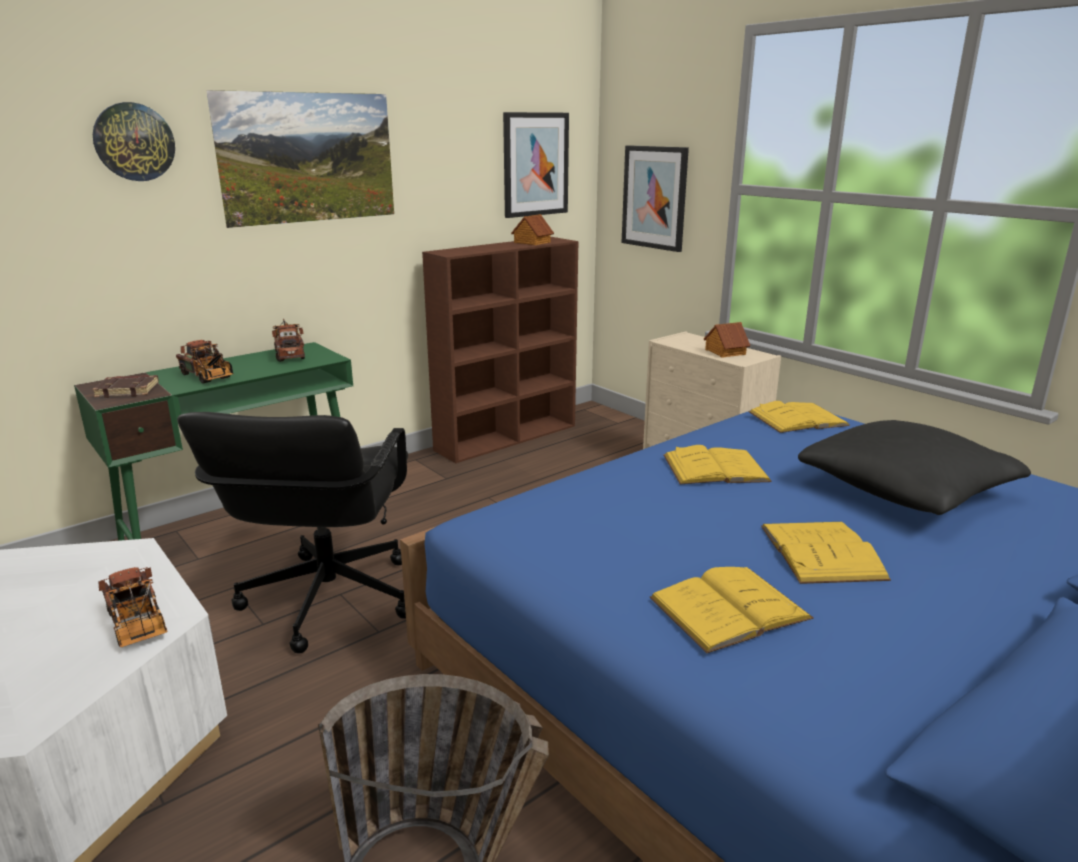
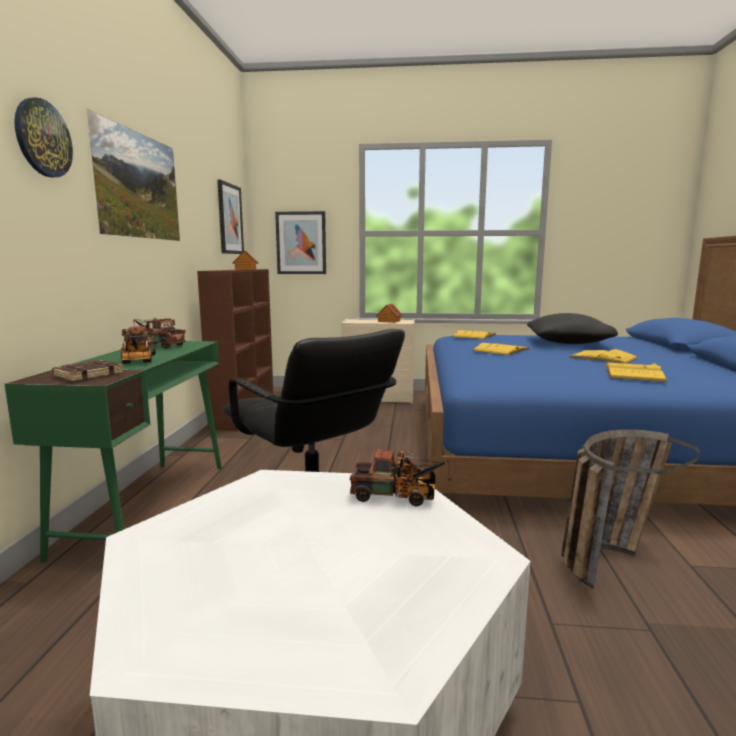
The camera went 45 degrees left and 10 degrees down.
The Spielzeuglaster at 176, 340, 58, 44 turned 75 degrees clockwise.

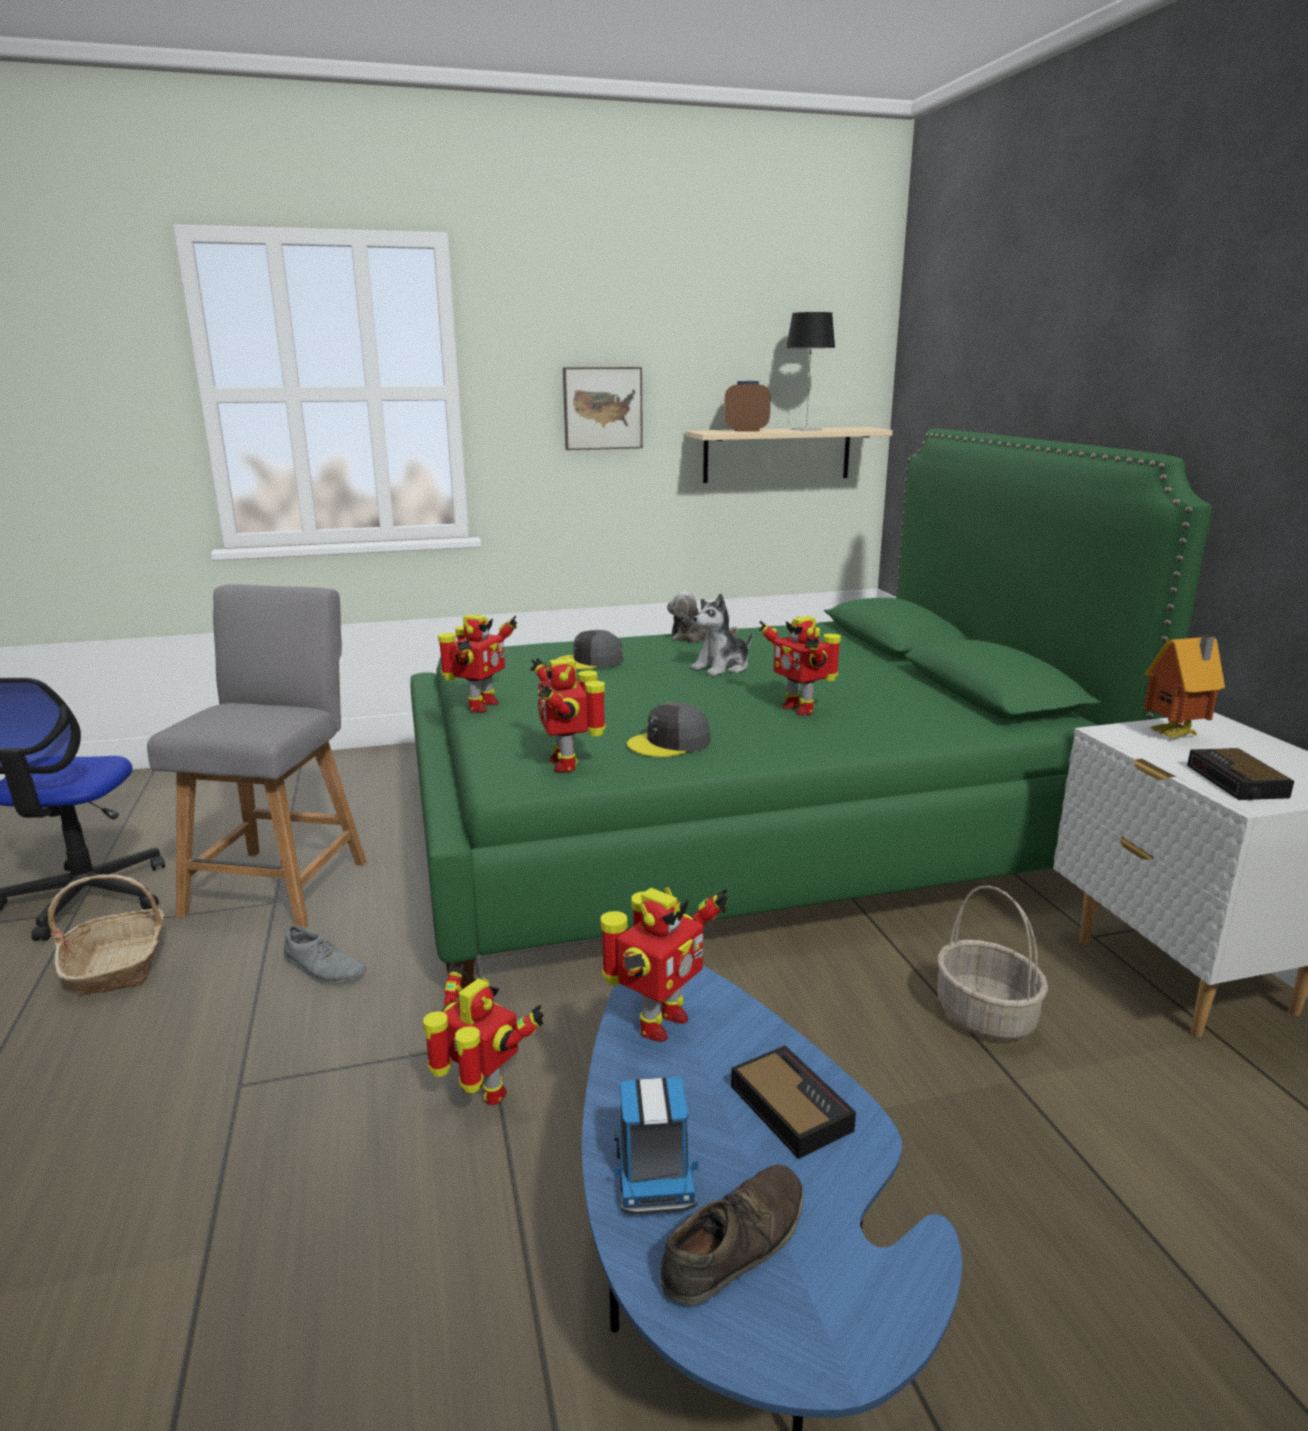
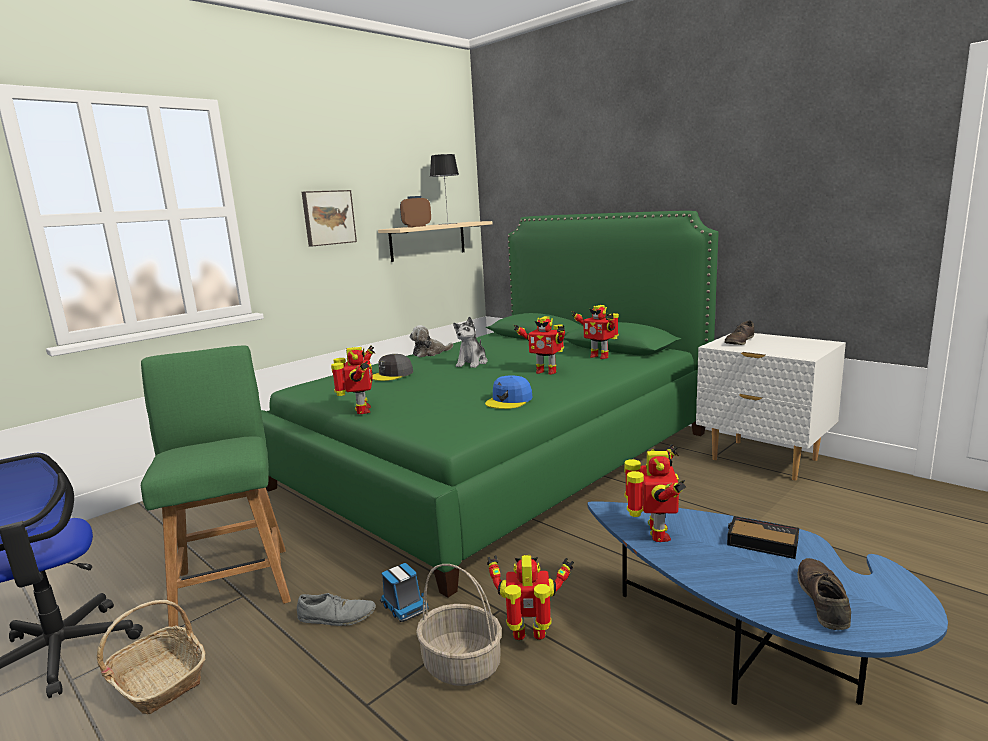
The camera went 30 degrees left and 5 degrees down.
The Stuhl [grau] at 147, 584, 220, 344 became the Stuhl [grün] at 141, 346, 150, 281.
The Spielzeugroboter moved from 530, 657, 76, 115 to 572, 305, 47, 54.
The Spielzeuglaster moved from 614, 1077, 84, 138 to 380, 563, 49, 59.
The Kappe [grau] at 627, 702, 84, 55 became the Kappe [blau] at 485, 375, 48, 34.
The Korb moved from 937, 886, 111, 155 to 416, 564, 86, 122.
The Spielzeughaus at 1144, 635, 81, 104 was replaced by the Schuh [braun] at 724, 321, 31, 24.
The Wecker at 1187, 748, 107, 52 disappeared.

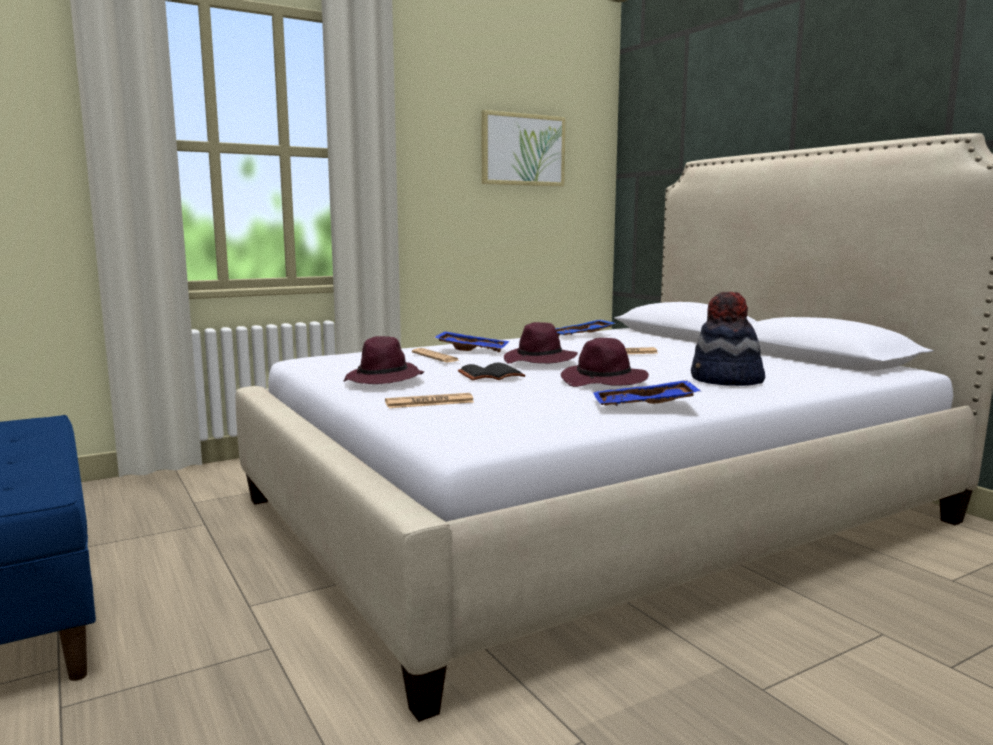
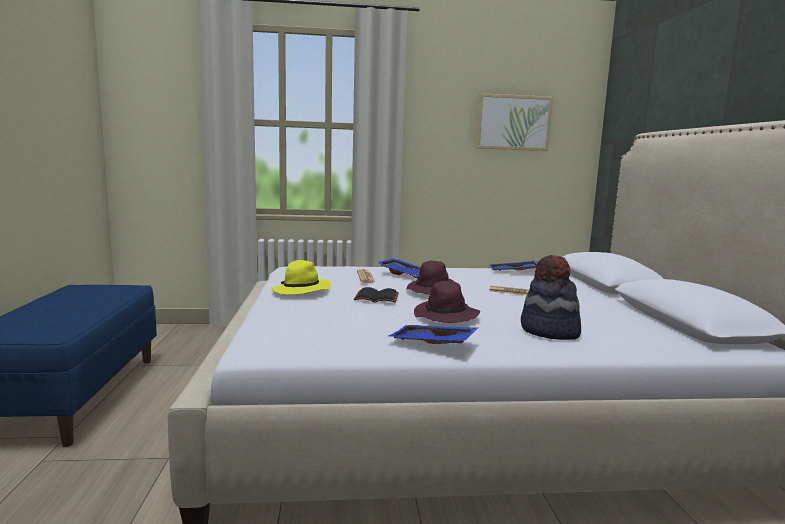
The camera went 25 degrees right and 0 degrees up.
The Hut [lila] at 344, 336, 80, 48 became the Hut [gelb] at 271, 260, 60, 35.
The Zeitung at 385, 393, 89, 15 disappeared.

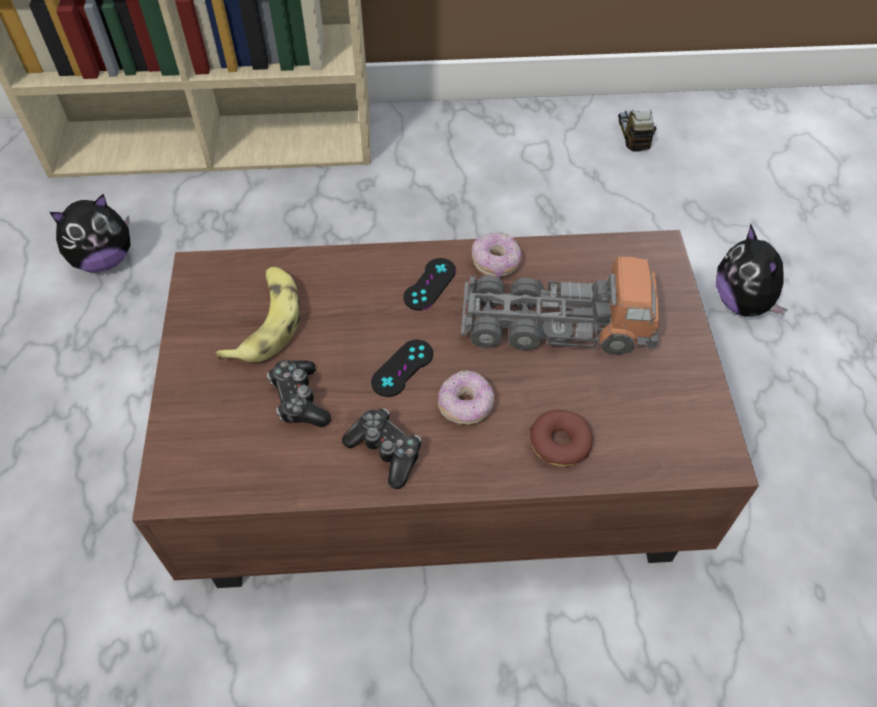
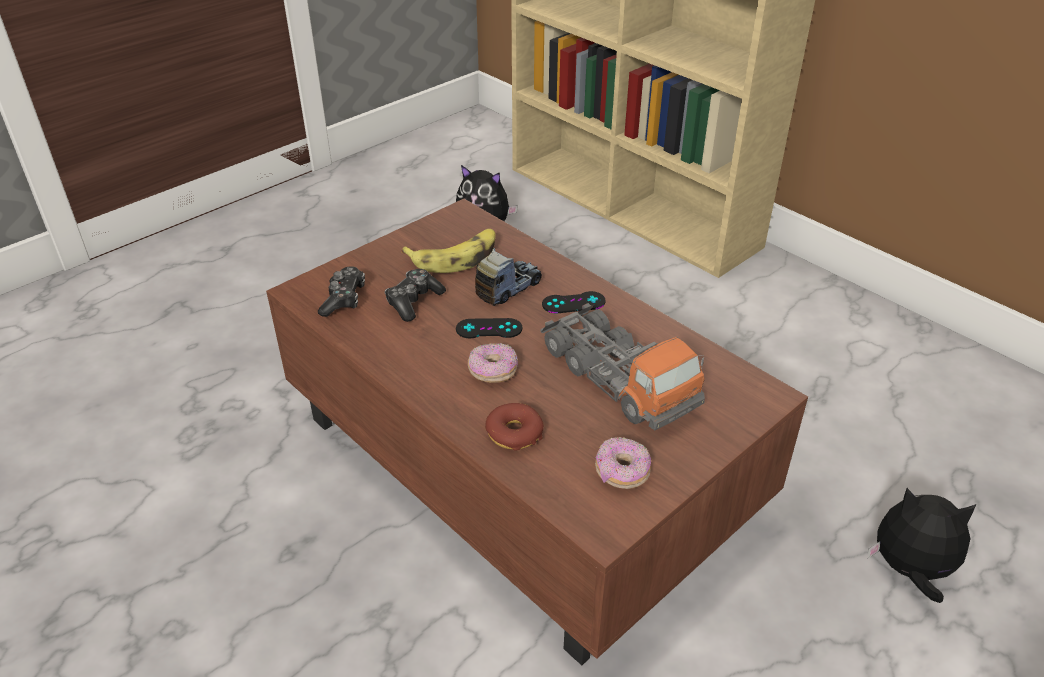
The camera went 50 degrees right and 15 degrees down.
The Gamepad moved from 342, 408, 80, 81 to 318, 266, 47, 51.
The Donut moved from 471, 232, 51, 46 to 595, 437, 56, 52.
The Spielzeuglaster moved from 618, 109, 38, 43 to 475, 248, 67, 58.
The Plüschtier at 716, 224, 72, 92 turned 75 degrees clockwise.

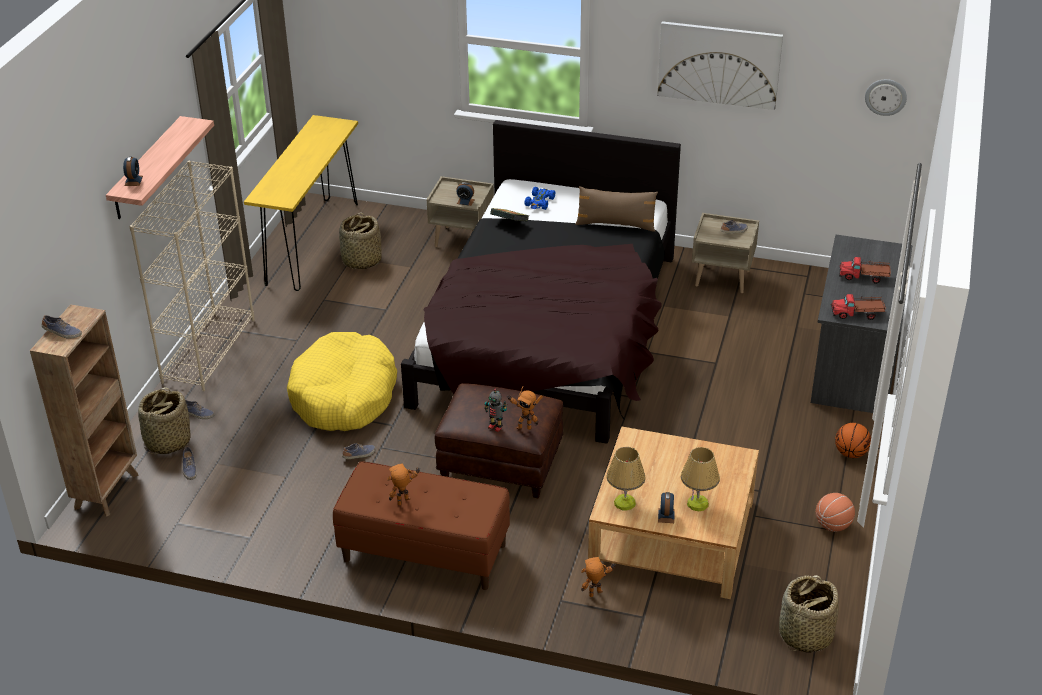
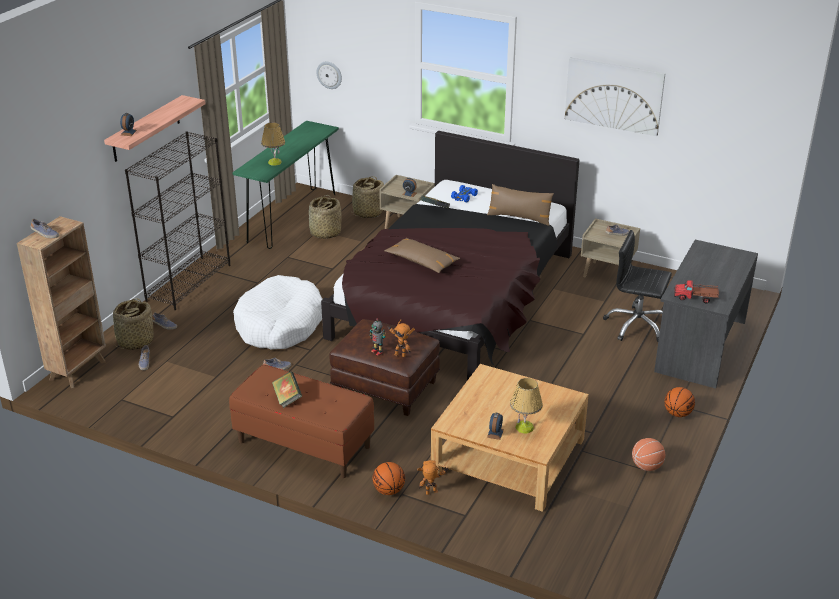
The camera went 10 degrees right and 5 degrees down.
The Bücherregal [beige] at 129, 161, 126, 230 became the Bücherregal [schwarz] at 125, 131, 105, 179.
The Konsolentisch [gelb] at 244, 115, 114, 176 became the Konsolentisch [grün] at 233, 121, 106, 128.
The Hundebett [gelb] at 287, 332, 110, 99 became the Hundebett [weiß] at 233, 275, 90, 74.
The Spielzeugroboter at 388, 464, 32, 41 was replaced by the Buch at 272, 371, 30, 37.
The Tischlampe moved from 607, 447, 38, 64 to 261, 123, 24, 43.
The Korb moved from 779, 575, 60, 78 to 352, 176, 32, 42.
The Spielzeuglaster at 839, 257, 52, 27 disappeared.
The Wanduhr moved from 865, 79, 42, 37 to 316, 62, 26, 27.
The Basketball at 373, 462, 32, 33 appeared.
The Kissen [braun] at 384, 238, 76, 35 appeared.
The Bürostuhl [schwarz] at 603, 230, 69, 112 appeared.

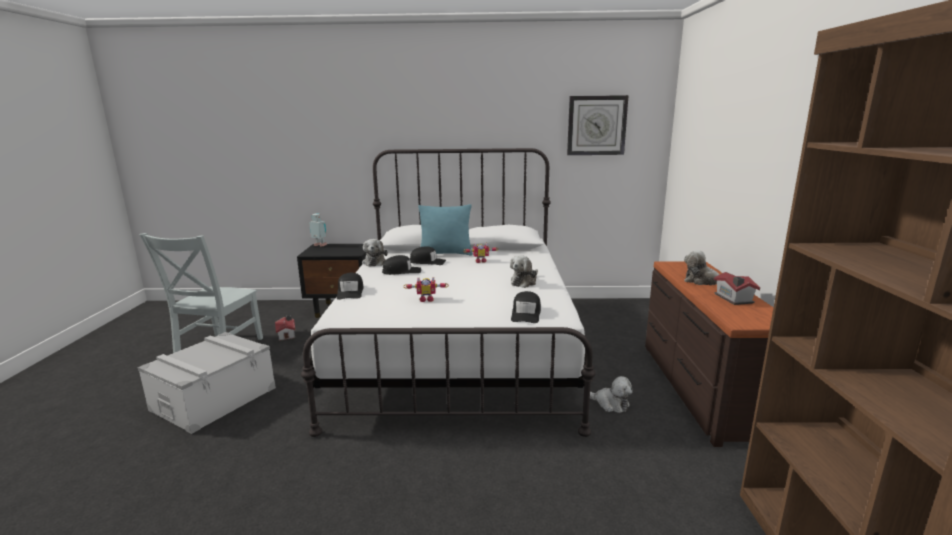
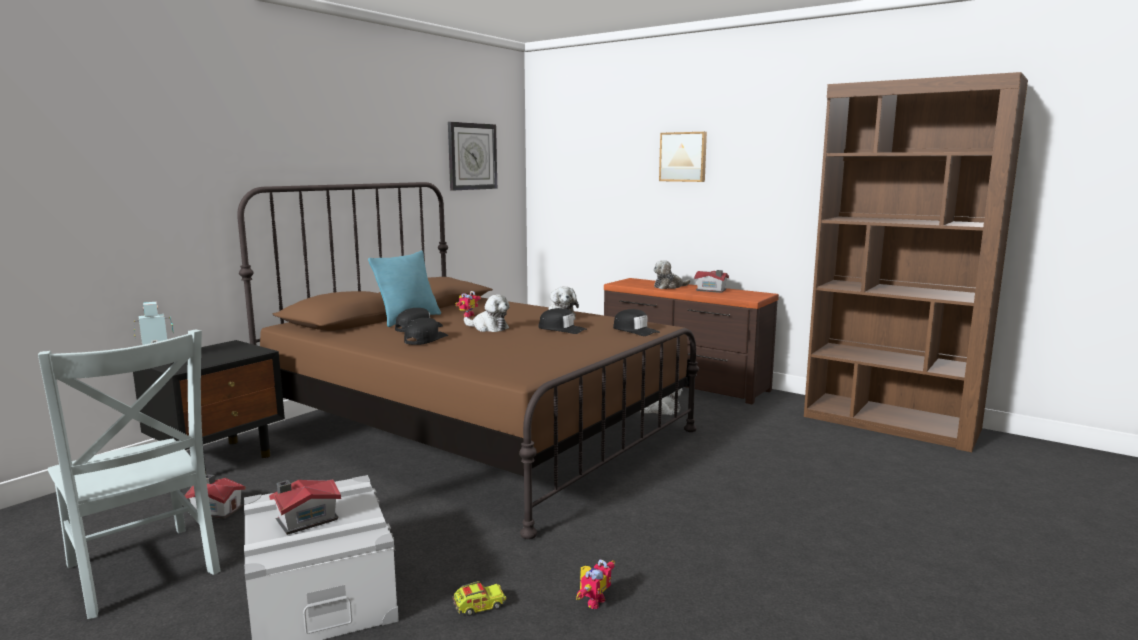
The camera went 55 degrees left and 5 degrees down.
The Bett [weiß] at 301, 148, 294, 289 became the Bett [braun] at 237, 182, 462, 357.
The Kappe [schwarz] moved from 336, 273, 28, 27 to 539, 308, 48, 26.
The Plüschtier moved from 362, 239, 26, 27 to 464, 294, 46, 38.
The Spielzeugroboter moved from 404, 277, 45, 25 to 576, 560, 39, 49.
The Spielzeughaus at 269, 479, 72, 56 appeared.
The Spielzeuglaster at 452, 581, 55, 35 appeared.
The Bild at 659, 132, 48, 50 appeared.

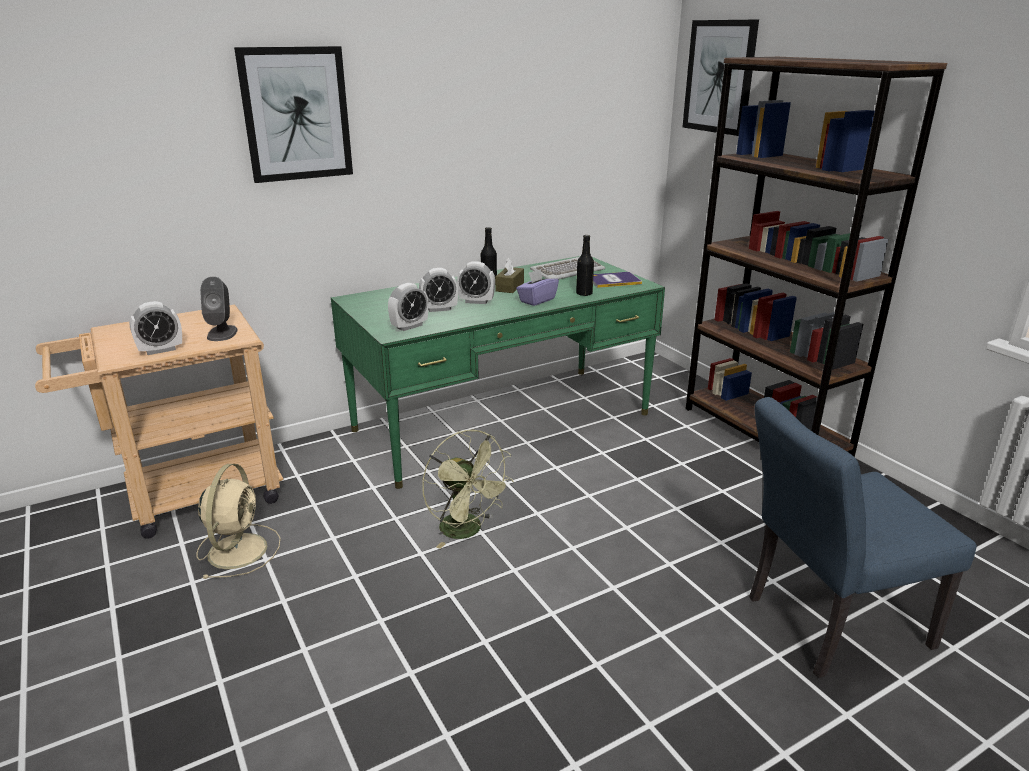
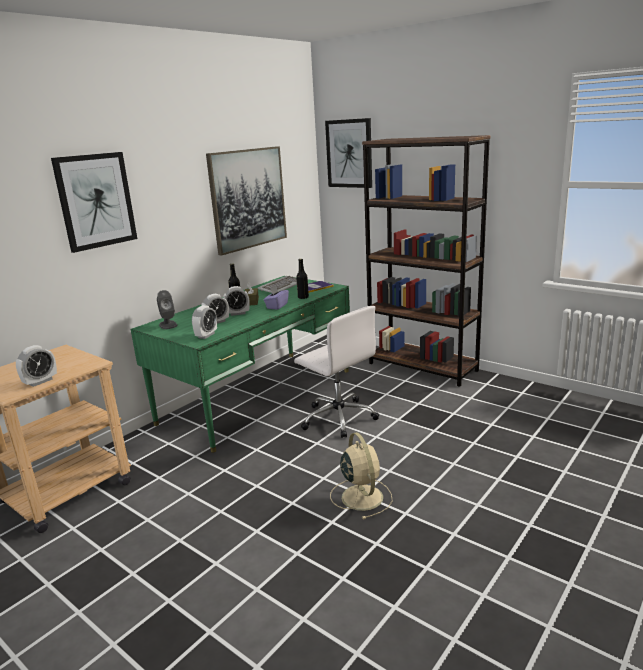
The camera went 20 degrees left and 5 degrees down.
The Ventilator [beige] moved from 197, 464, 84, 115 to 330, 432, 63, 88.
The Lautsprecher [grau] moved from 200, 277, 38, 64 to 157, 290, 20, 39.
The Ventilator [grün] at 422, 430, 92, 119 disappeared.
The Stuhl [blau] at 749, 397, 228, 281 disappeared.
The Bild at 206, 146, 81, 110 appeared.
The Bürostuhl [weiß] at 294, 306, 85, 132 appeared.

